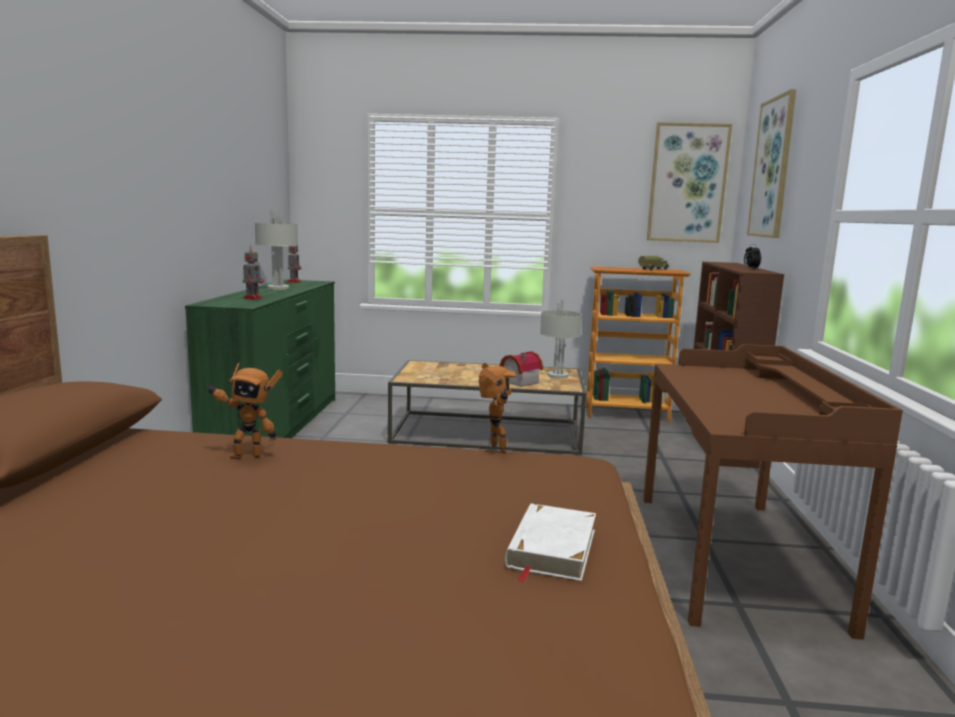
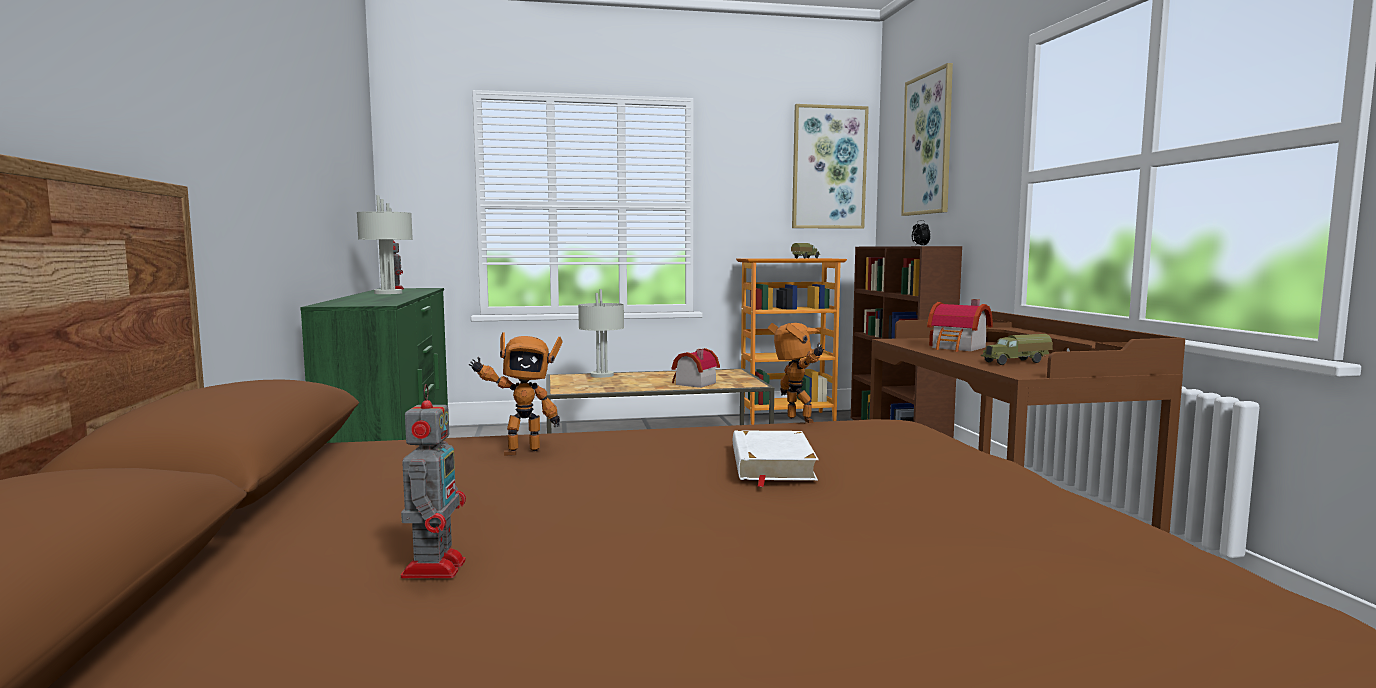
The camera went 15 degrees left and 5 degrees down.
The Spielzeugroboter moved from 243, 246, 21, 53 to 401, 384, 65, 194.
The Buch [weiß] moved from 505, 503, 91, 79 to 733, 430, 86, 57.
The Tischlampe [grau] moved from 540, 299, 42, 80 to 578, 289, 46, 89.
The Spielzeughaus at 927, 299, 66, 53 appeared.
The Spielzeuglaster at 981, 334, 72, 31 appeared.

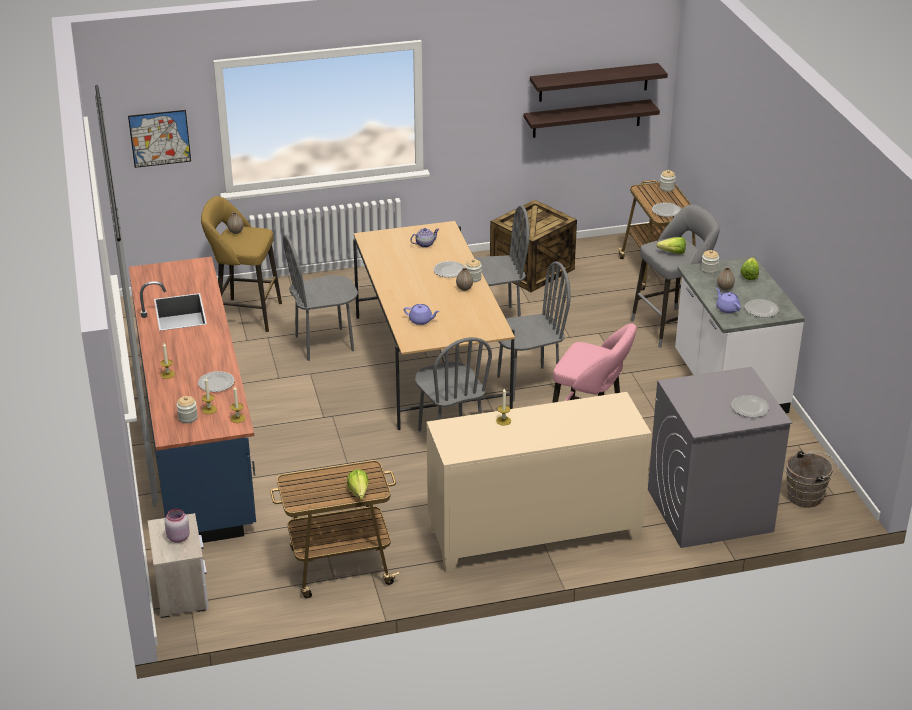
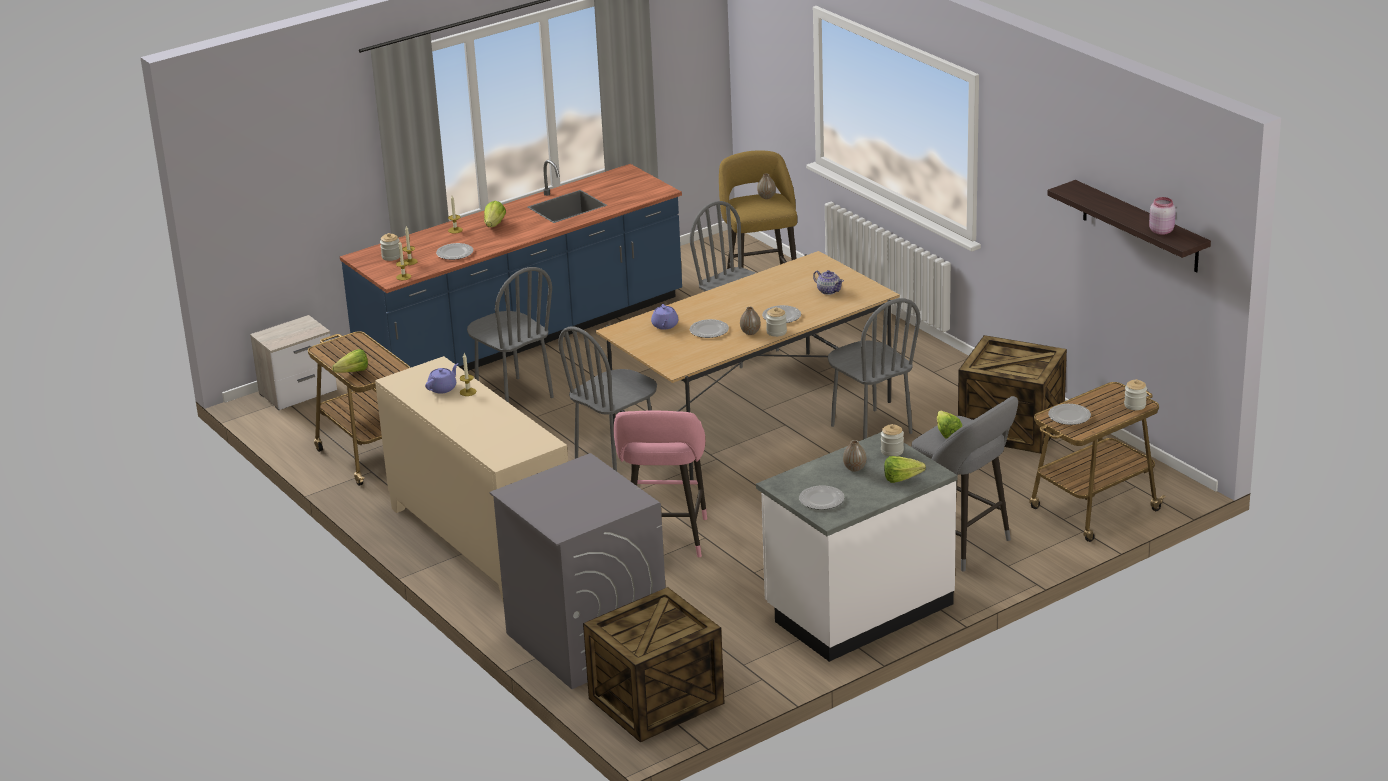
The camera went 70 degrees right and 5 degrees down.
The Bild at 128, 110, 63, 58 disappeared.
The Vorratsglas [rosa] moved from 165, 509, 25, 34 to 1149, 197, 27, 38.
The Stuhl [grau] moved from 497, 261, 74, 140 to 467, 267, 87, 136.
The Wandregal at 524, 99, 136, 39 disappeared.
The Teekanne [lila] moved from 716, 288, 25, 25 to 425, 363, 33, 31.
The Teller moved from 731, 395, 38, 22 to 690, 319, 39, 19.
The Eimer [braun] at 786, 451, 53, 57 was replaced by the Kiste at 583, 587, 142, 156.
The Salatkopf at 484, 201, 22, 26 appeared.

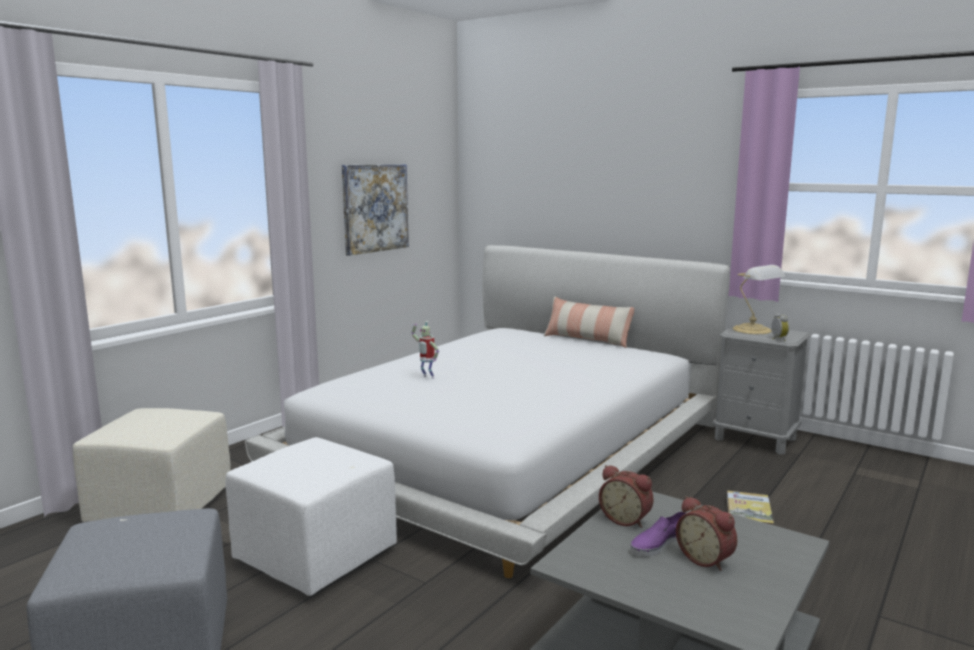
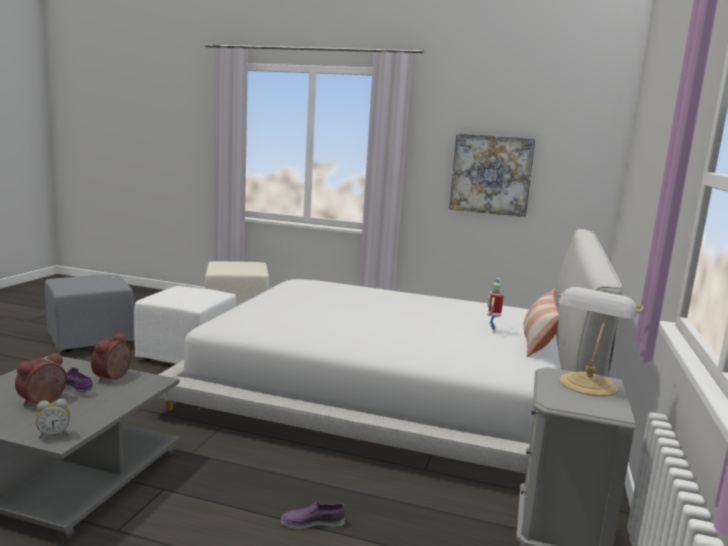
The camera went 70 degrees right and 0 degrees up.
The Spielzeugroboter moved from 411, 321, 28, 58 to 487, 278, 17, 55.
The Buch at 727, 491, 47, 34 was replaced by the Schuh [lila] at 281, 501, 64, 28.
The Wecker moved from 771, 313, 18, 28 to 36, 399, 34, 40.

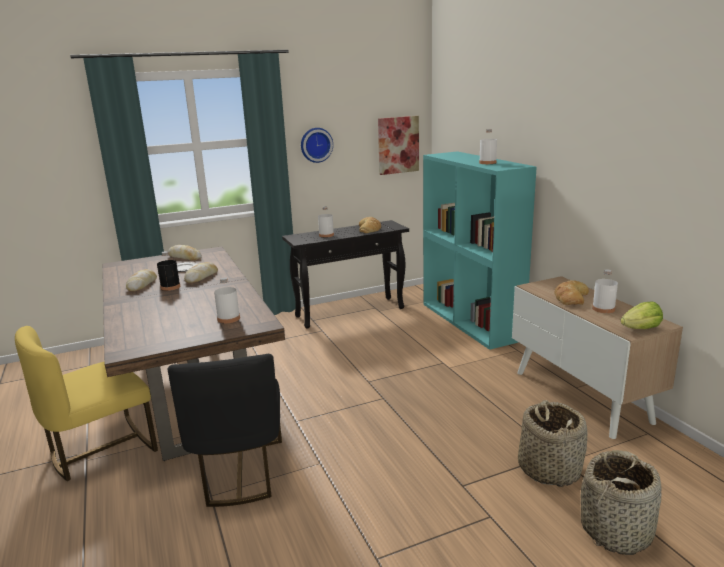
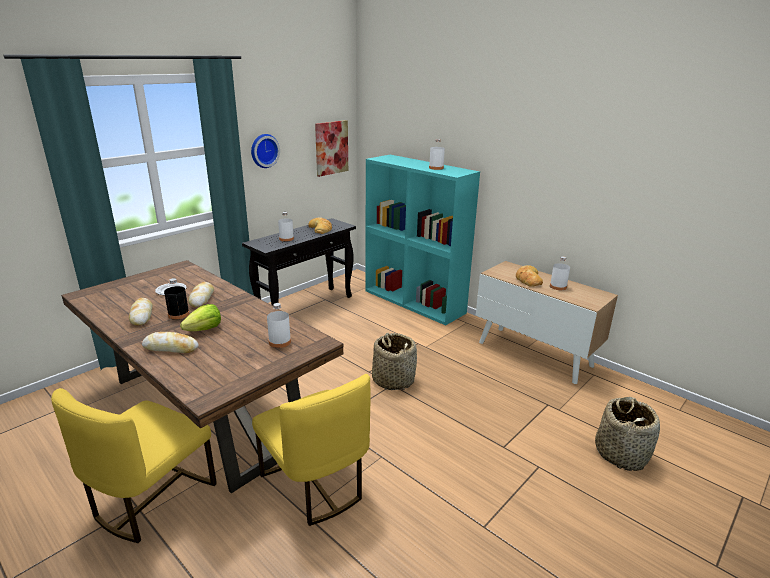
The camera went 25 degrees left and 5 degrees up.
The Brot moved from 168, 245, 34, 15 to 142, 332, 57, 21.
The Stuhl [schwarz] at 168, 354, 114, 153 became the Stuhl [gelb] at 252, 374, 118, 152.
The Korb moved from 518, 400, 70, 87 to 372, 333, 45, 57.
The Salatkopf moved from 621, 302, 42, 27 to 180, 304, 41, 27.

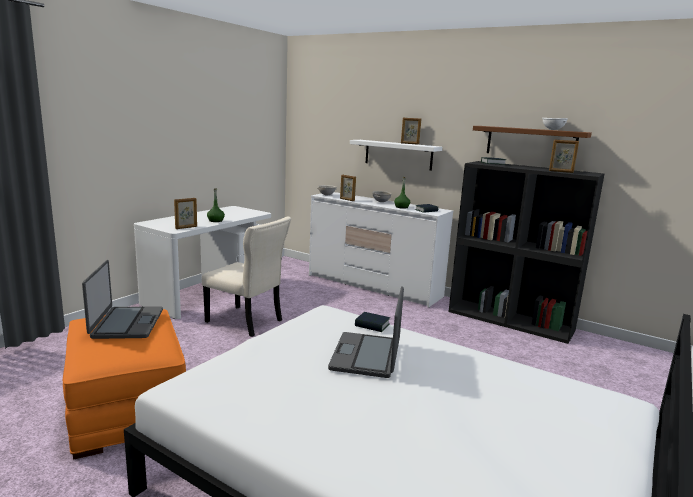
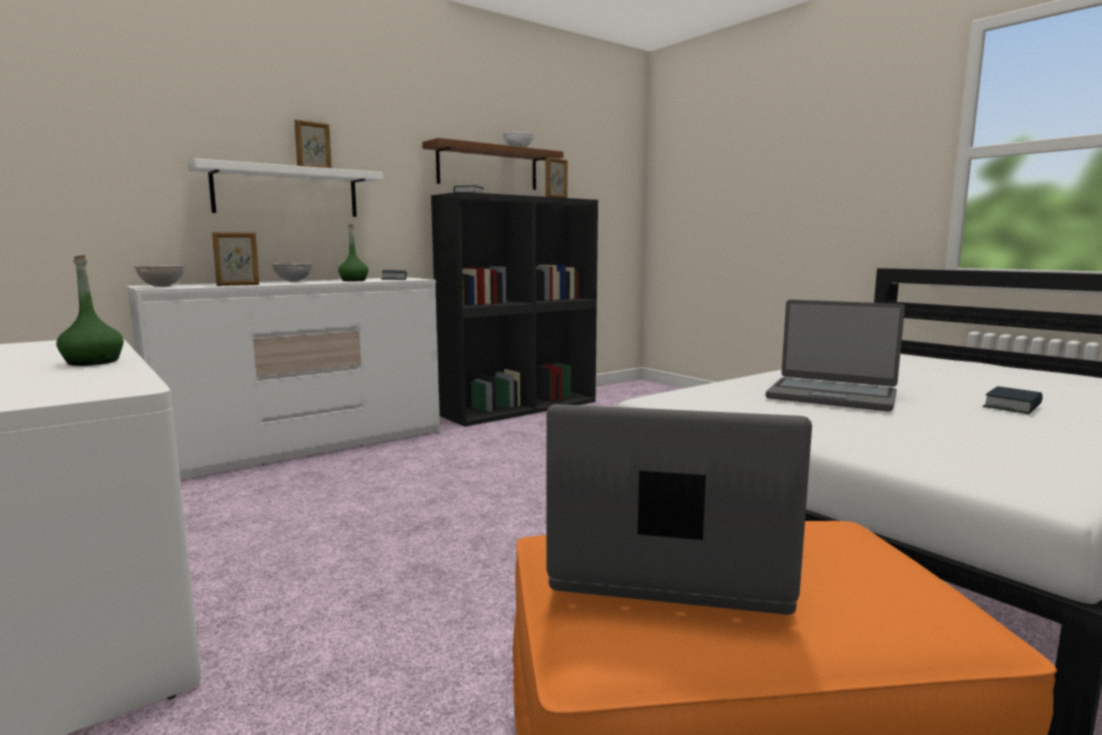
The camera went 70 degrees left and 5 degrees down.
The Bilderrahmen at 174, 198, 23, 31 disappeared.
The Stuhl [beige] at 202, 217, 89, 120 disappeared.
The Buch moved from 355, 312, 35, 20 to 983, 386, 60, 28.

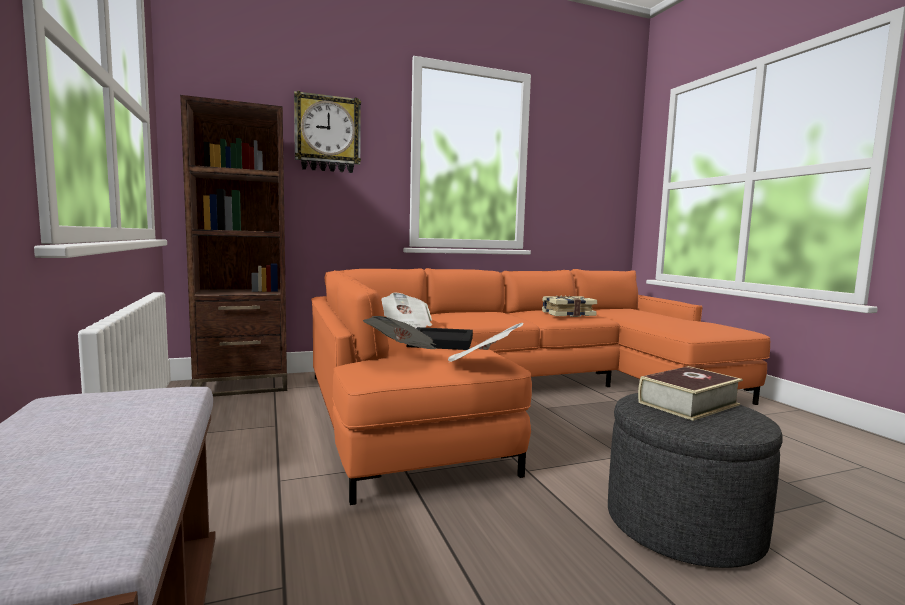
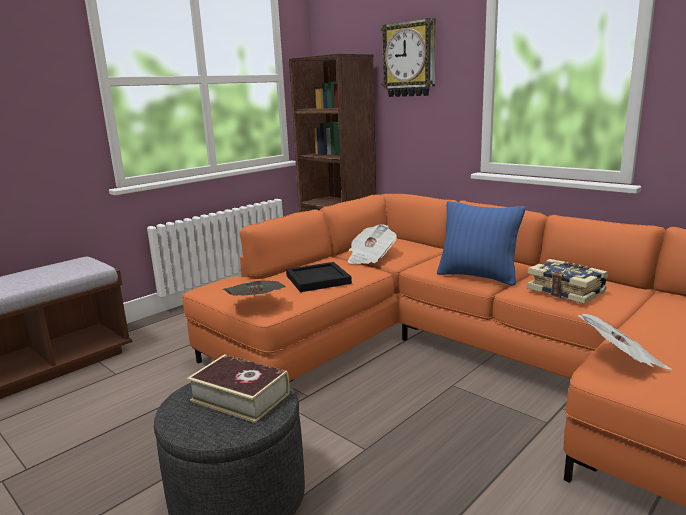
The camera went 65 degrees right and 10 degrees up.
The Zeitung moved from 363, 316, 74, 33 to 578, 314, 94, 56.
The Kissen [blau] at 437, 201, 88, 85 appeared.

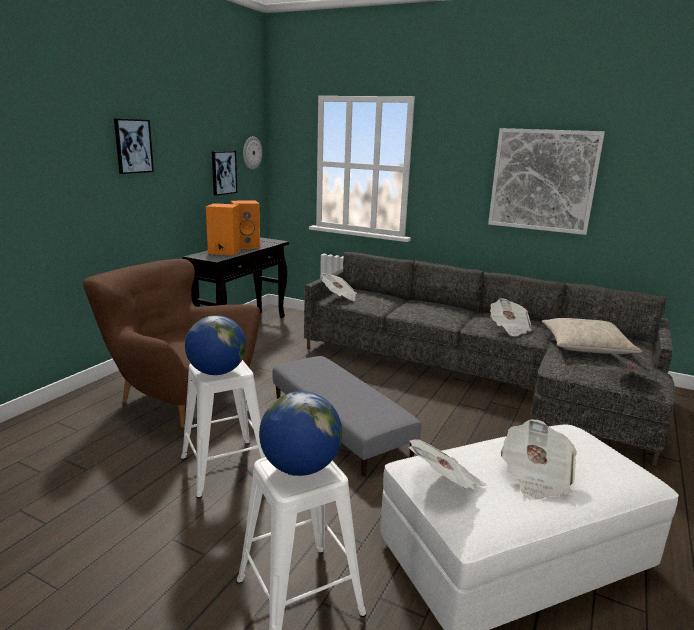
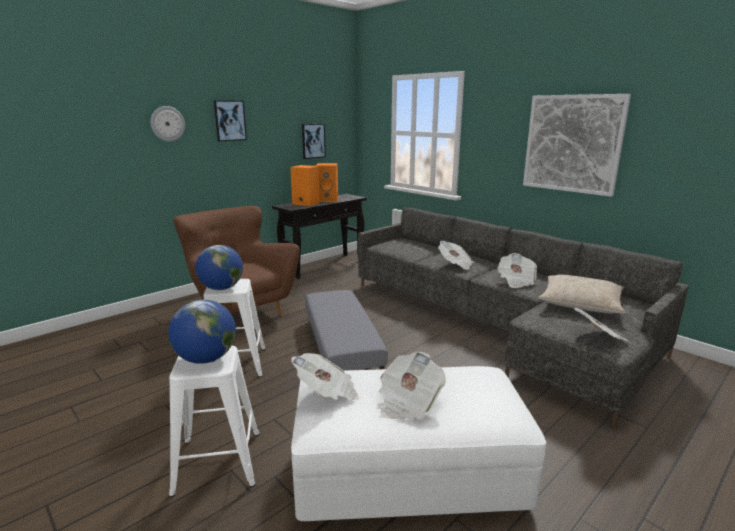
The camera went 20 degrees right and 0 degrees up.
The Wanduhr moved from 243, 136, 20, 33 to 150, 106, 35, 36.
The Zeitung moved from 322, 273, 35, 28 to 438, 241, 35, 29.

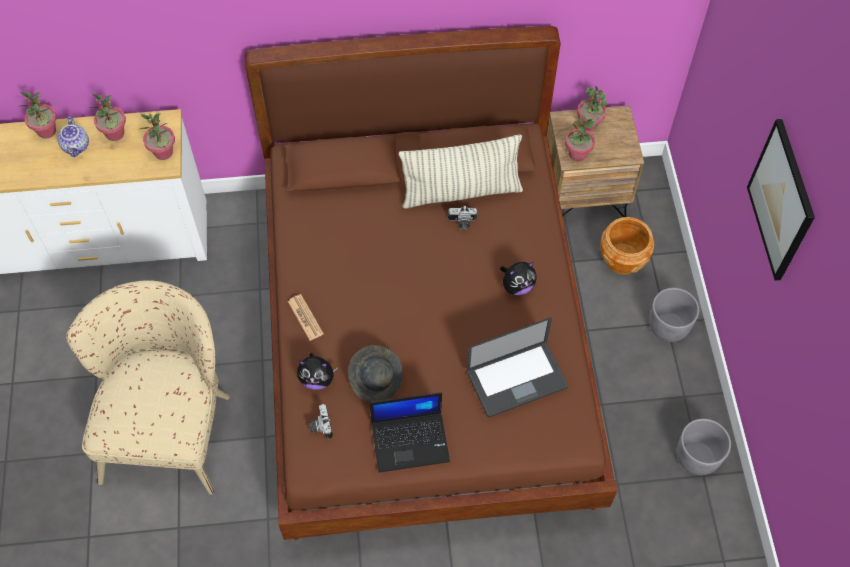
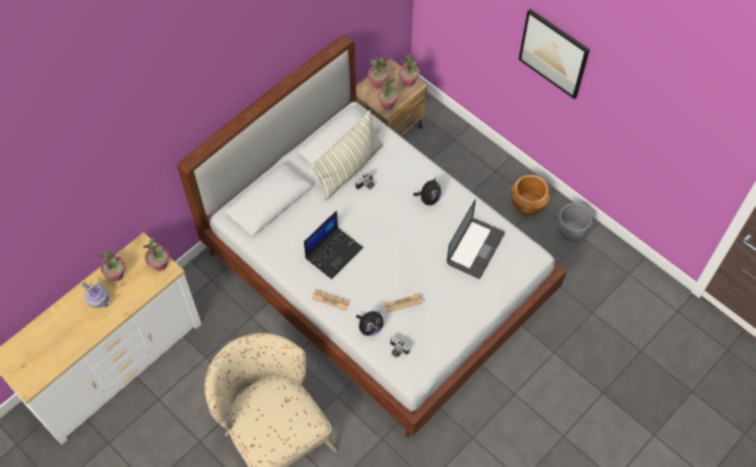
The camera went 40 degrees left and 0 degrees up.
The Topfpflanze moved from 17, 92, 40, 47 to 399, 55, 20, 32.
The Bett [braun] at 245, 26, 373, 514 became the Bett [weiß] at 177, 35, 389, 402.
The Hut [grau] at 348, 345, 55, 57 was replaced by the Zeitung at 384, 294, 39, 19.
The Laptop moved from 370, 392, 80, 81 to 304, 211, 59, 68.
The Pflanzkübel [braun] moved from 600, 217, 54, 57 to 511, 175, 39, 41.
The Pflanzkübel [grau] at 649, 288, 50, 54 disappeared.

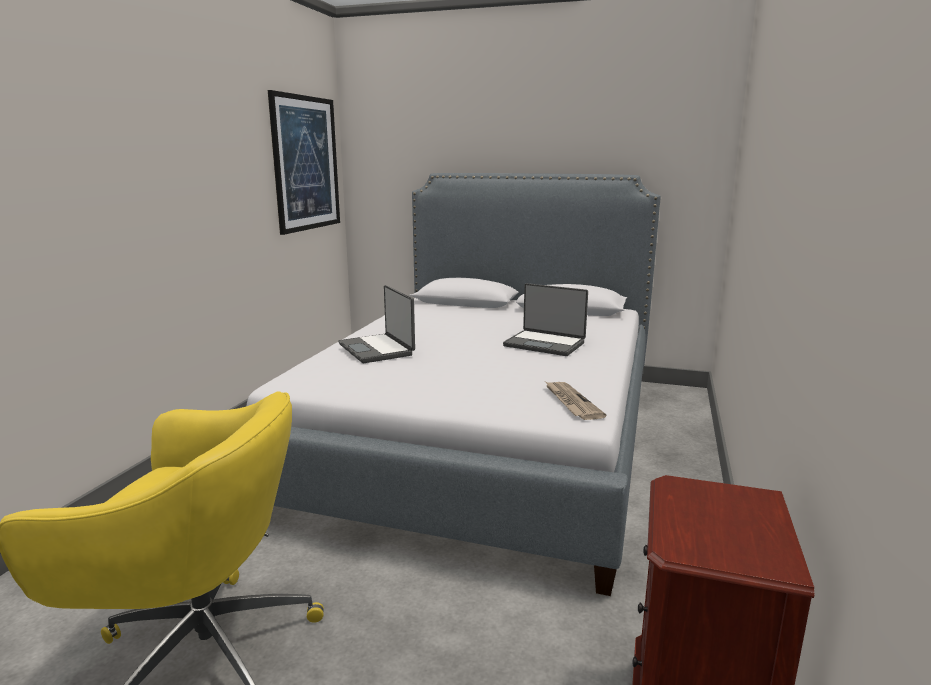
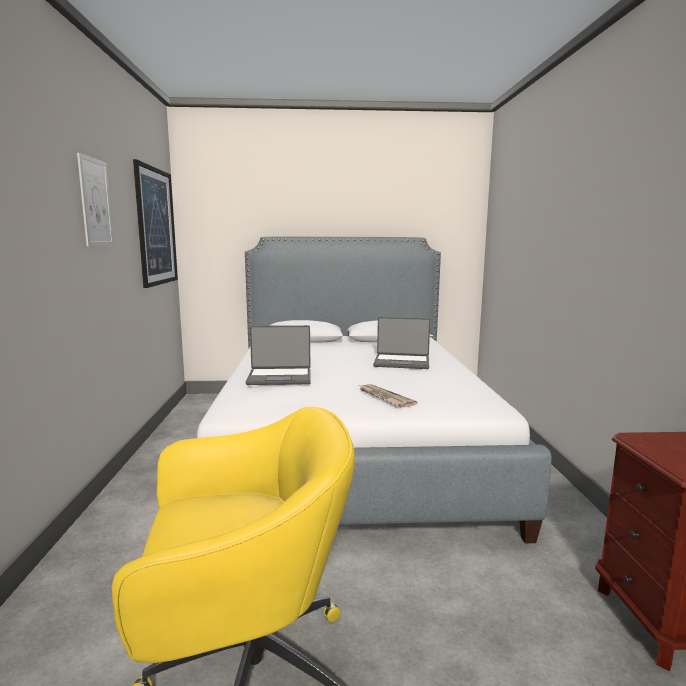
The camera went 20 degrees left and 5 degrees down.
The Laptop at 338, 285, 77, 78 turned 45 degrees counterclockwise.
The Zeitung moved from 546, 382, 60, 38 to 360, 384, 57, 24.
The Bild at 77, 153, 37, 93 appeared.

